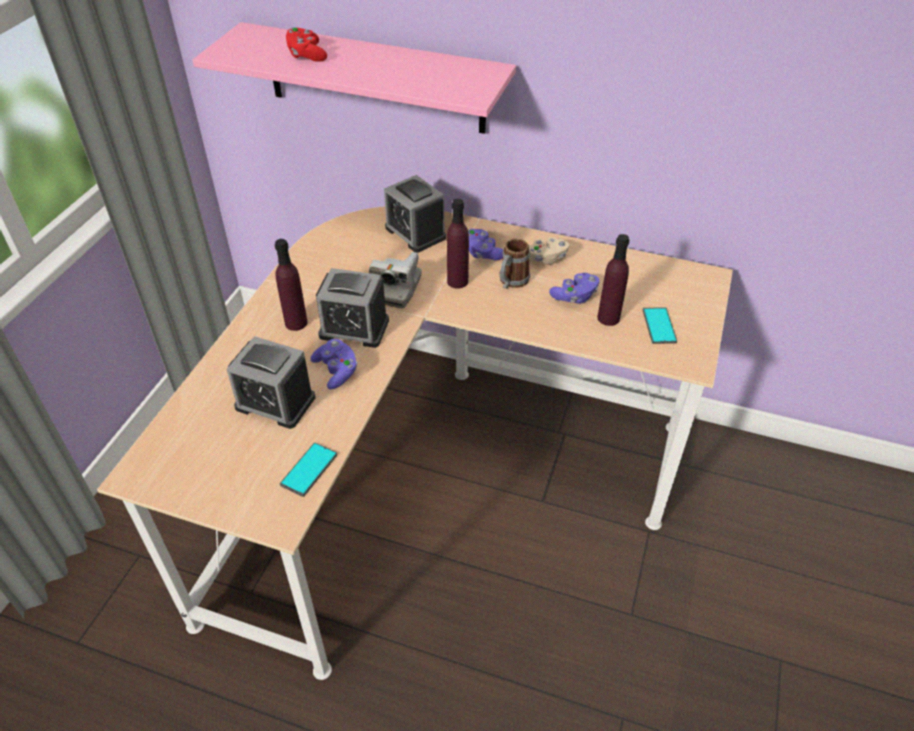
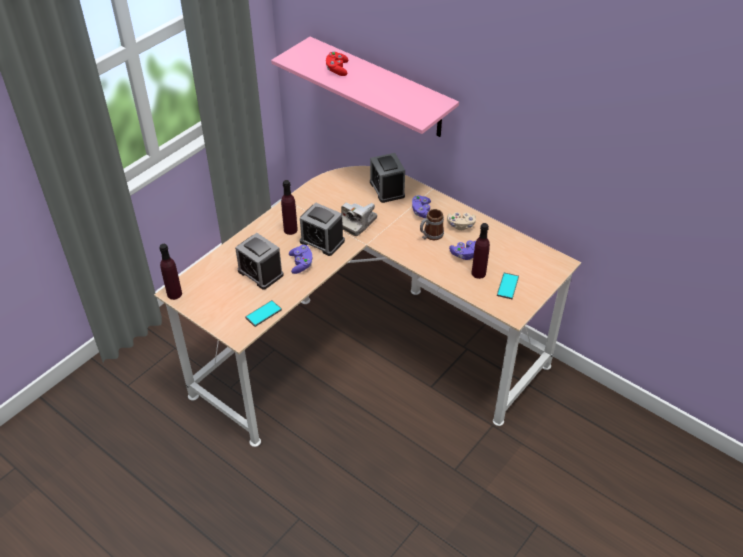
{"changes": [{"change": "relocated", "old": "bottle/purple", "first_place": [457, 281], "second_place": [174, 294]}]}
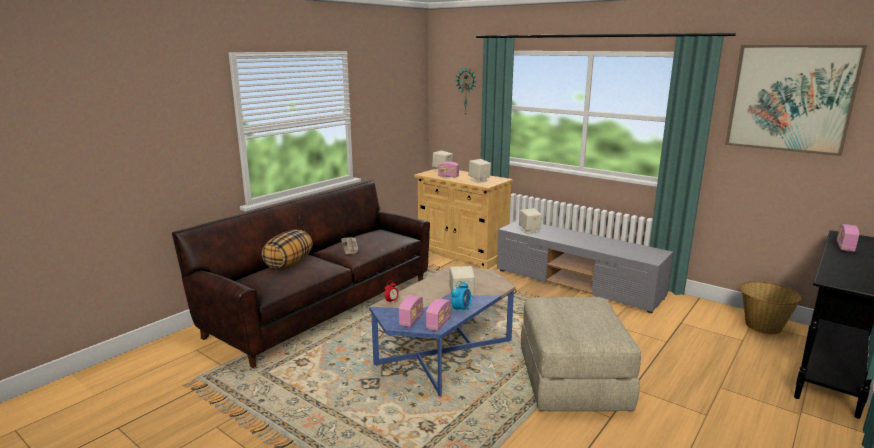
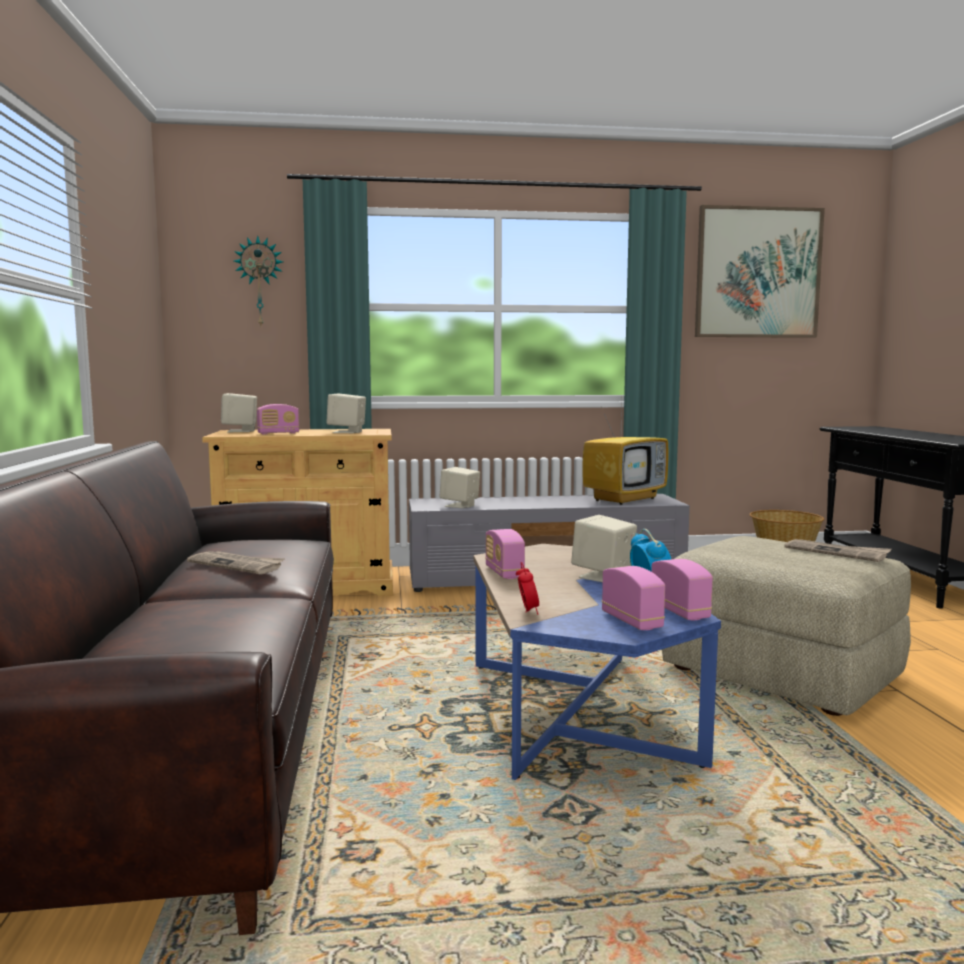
{"changes": [{"change": "relocated", "old": "radio", "first_place": [845, 247], "second_place": [504, 573]}, {"change": "missing", "old": "pillow", "first_place": [289, 263]}, {"change": "appeared", "new": "television", "second_place": [624, 499]}, {"change": "appeared", "new": "newspaper", "second_place": [836, 552]}]}
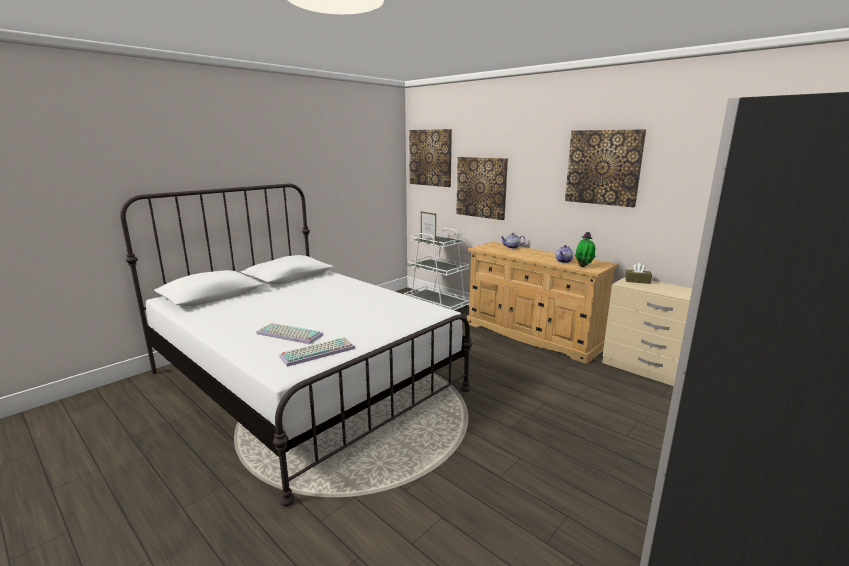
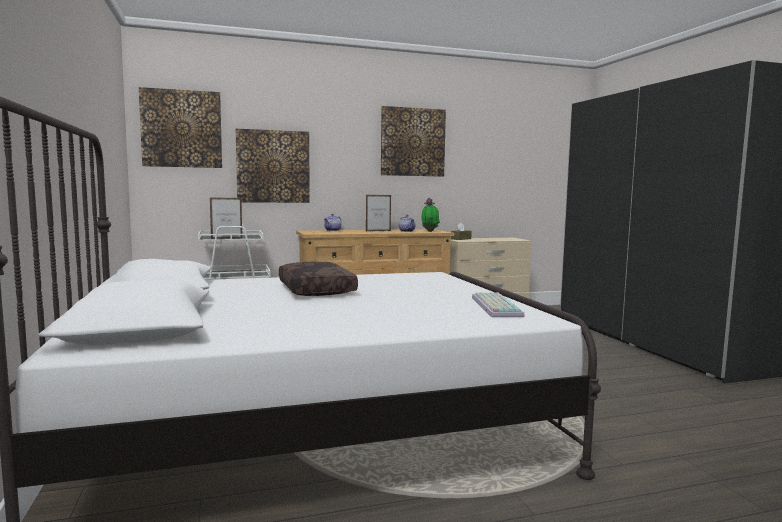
{"changes": [{"change": "missing", "old": "keyboard", "first_place": [288, 334]}, {"change": "appeared", "new": "picture frame", "second_place": [378, 231]}, {"change": "appeared", "new": "pillow/brown", "second_place": [314, 290]}]}
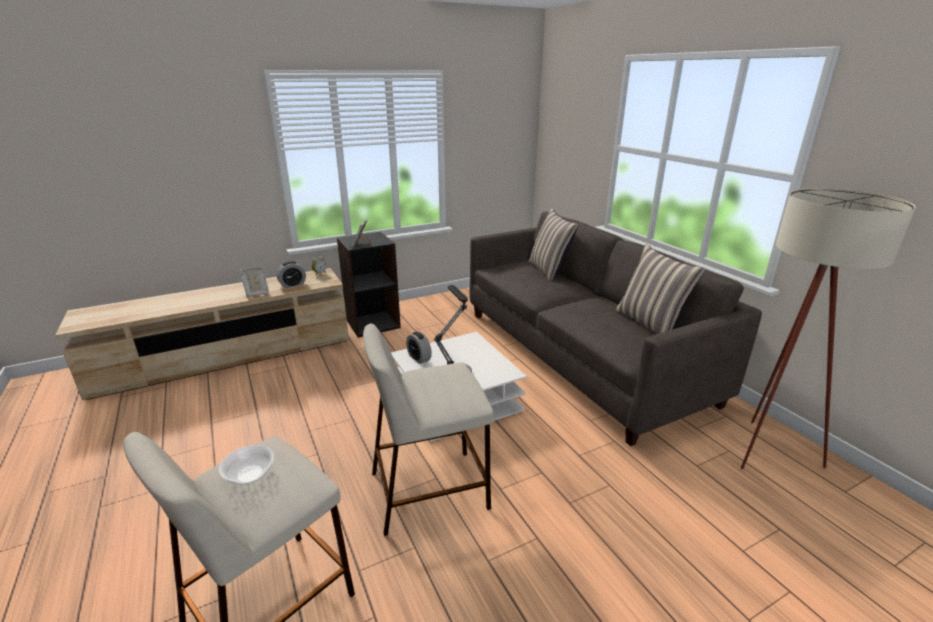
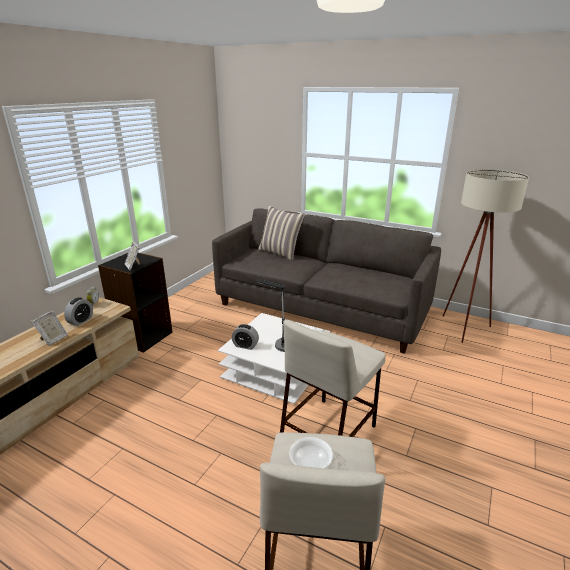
{"changes": [{"change": "missing", "old": "pillow", "first_place": [650, 323]}]}
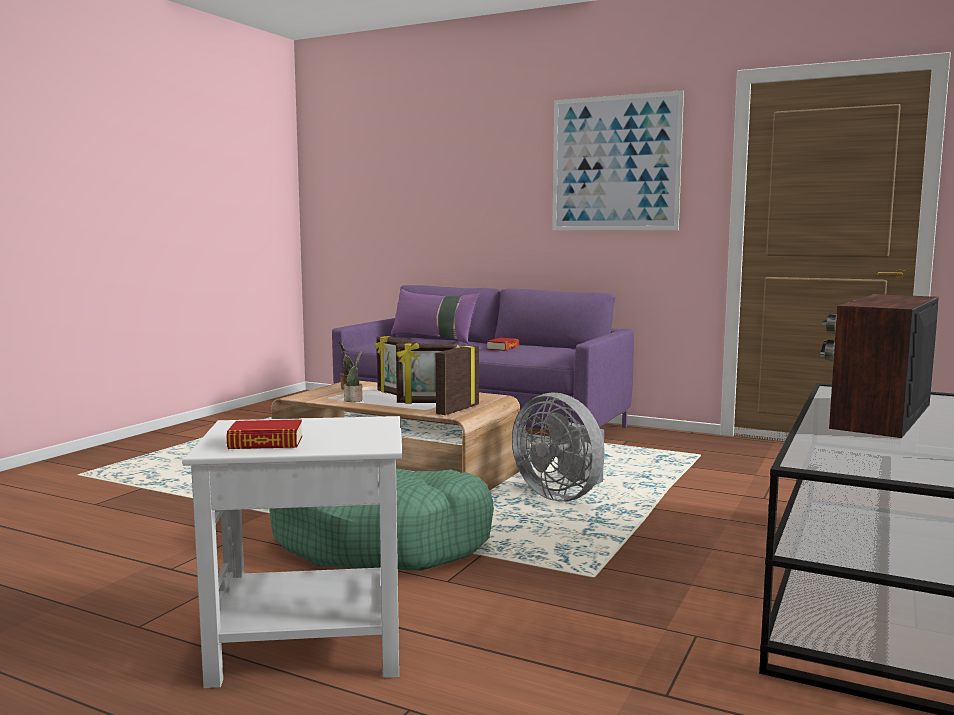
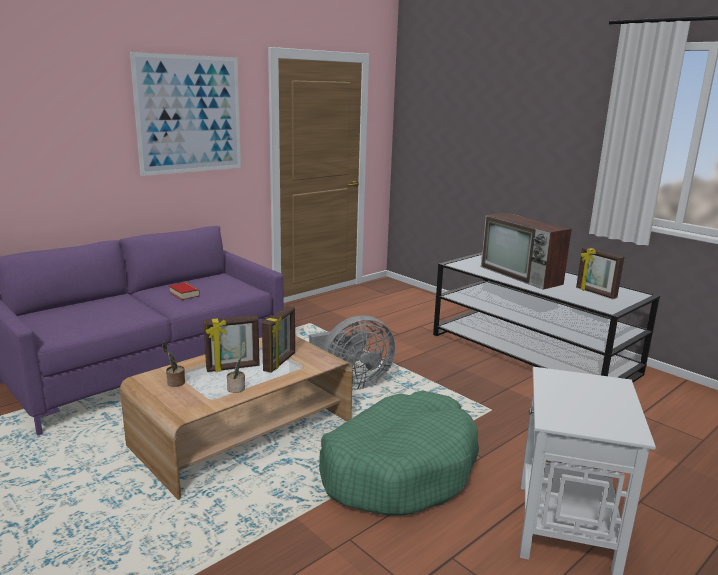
{"changes": [{"change": "missing", "old": "pillow/purple", "first_place": [434, 338]}, {"change": "relocated", "old": "picture frame", "first_place": [457, 410], "second_place": [595, 293]}, {"change": "missing", "old": "book", "first_place": [265, 443]}]}
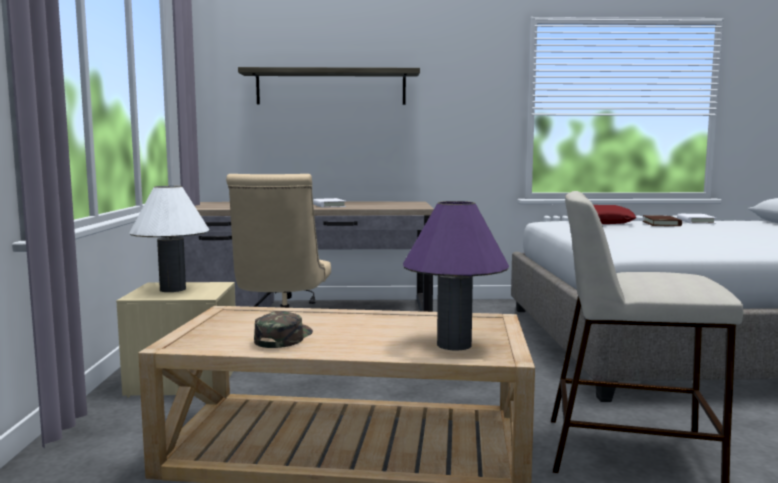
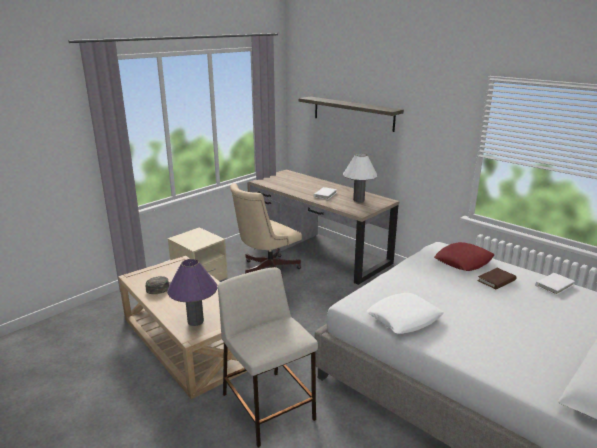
{"changes": [{"change": "relocated", "old": "table lamp/white", "first_place": [173, 289], "second_place": [358, 200]}, {"change": "appeared", "new": "pillow/white", "second_place": [404, 318]}]}
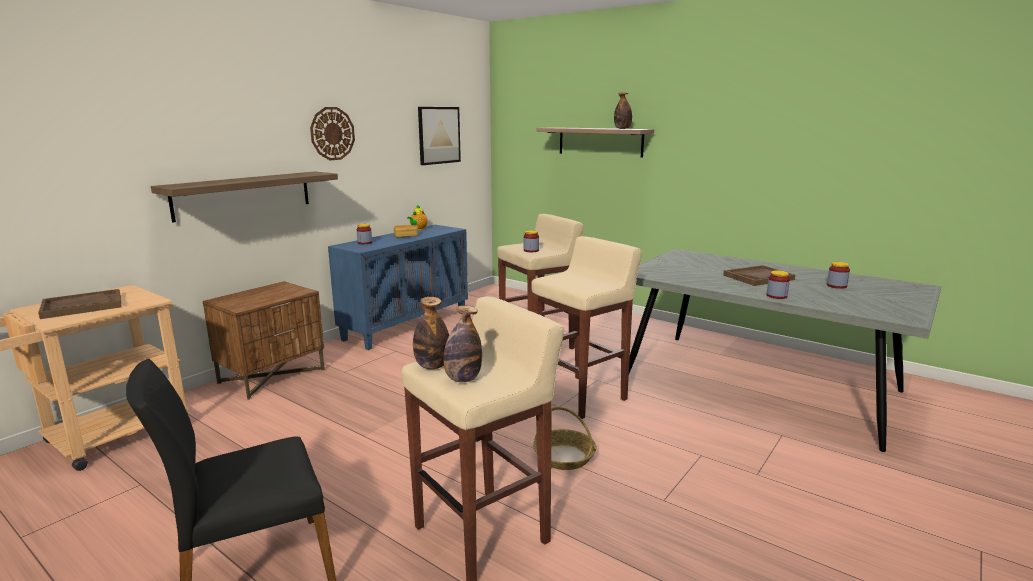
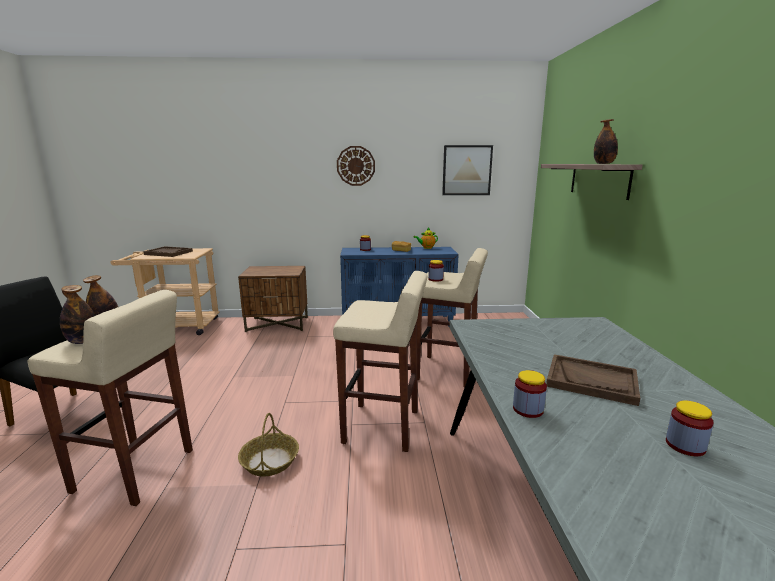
{"changes": [{"change": "missing", "old": "shelf", "first_place": [244, 195]}]}
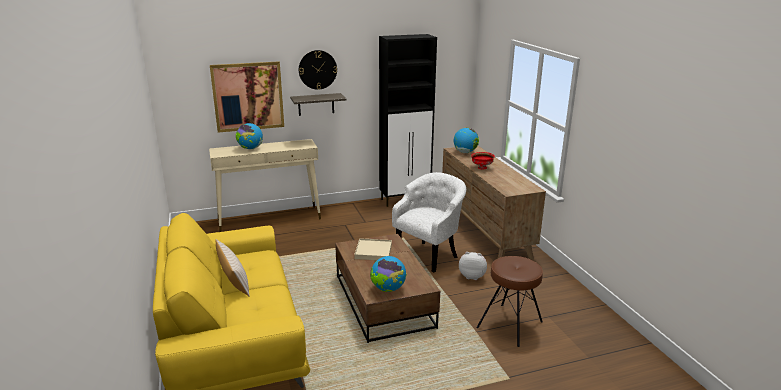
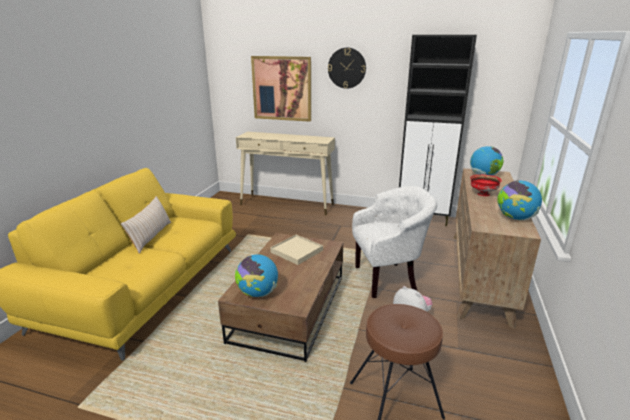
{"changes": [{"change": "missing", "old": "shelf", "first_place": [316, 104]}, {"change": "relocated", "old": "globe", "first_place": [250, 148], "second_place": [515, 218]}]}
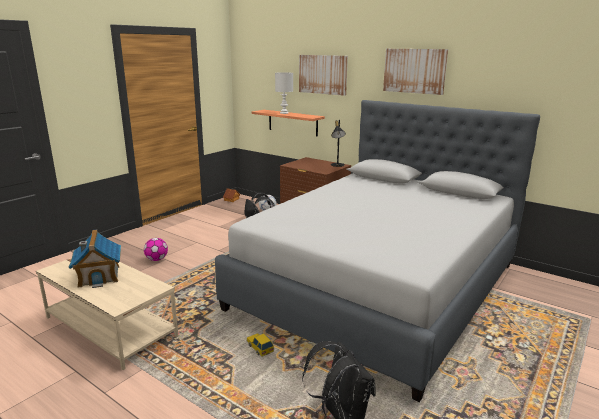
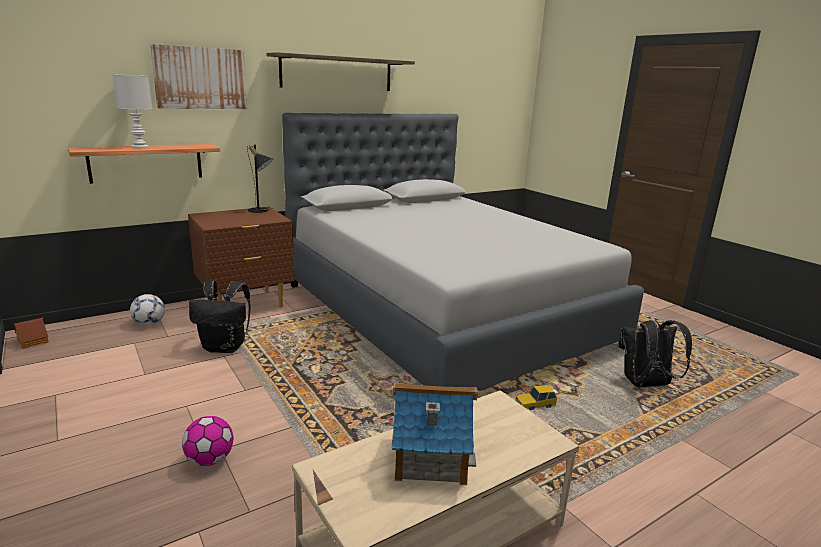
{"changes": [{"change": "exchanged", "old": "picture", "new": "shelf", "first_place": [414, 71], "second_place": [337, 73]}]}
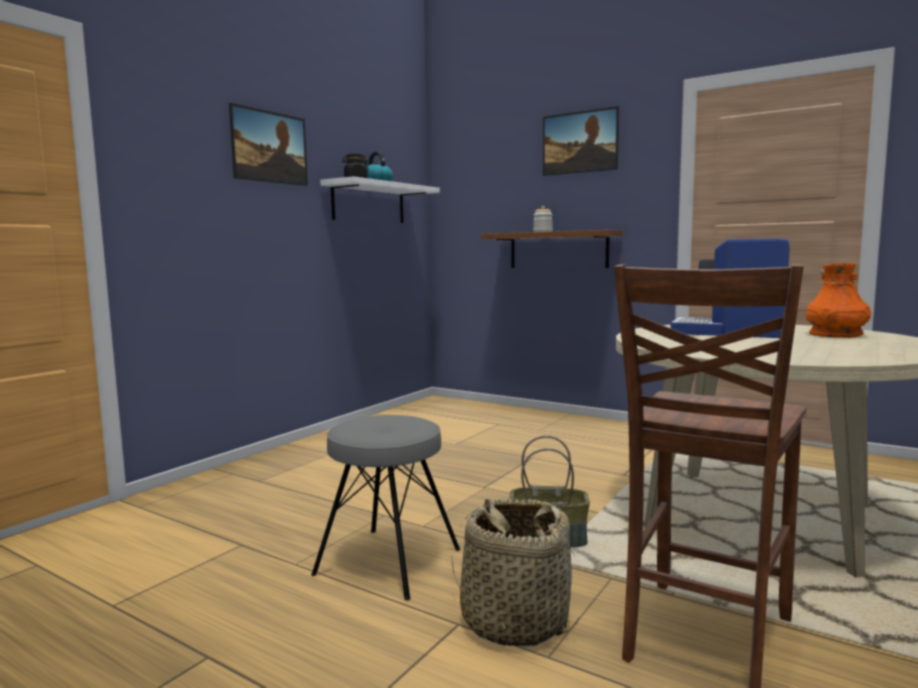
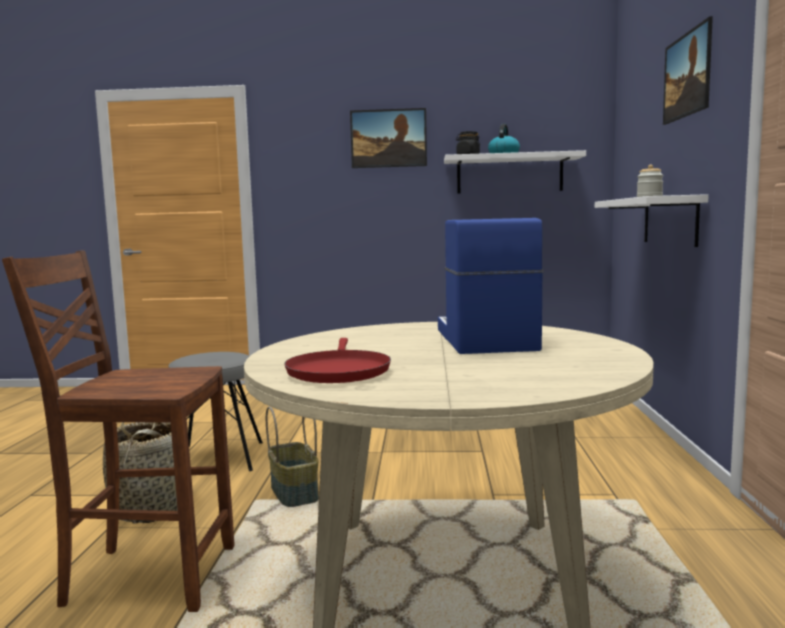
{"changes": [{"change": "colour", "old": "shelf/brown", "new": "shelf/white", "first_place": [558, 250], "second_place": [670, 221]}, {"change": "missing", "old": "vase/orange", "first_place": [835, 335]}, {"change": "appeared", "new": "frying pan/red", "second_place": [338, 371]}]}
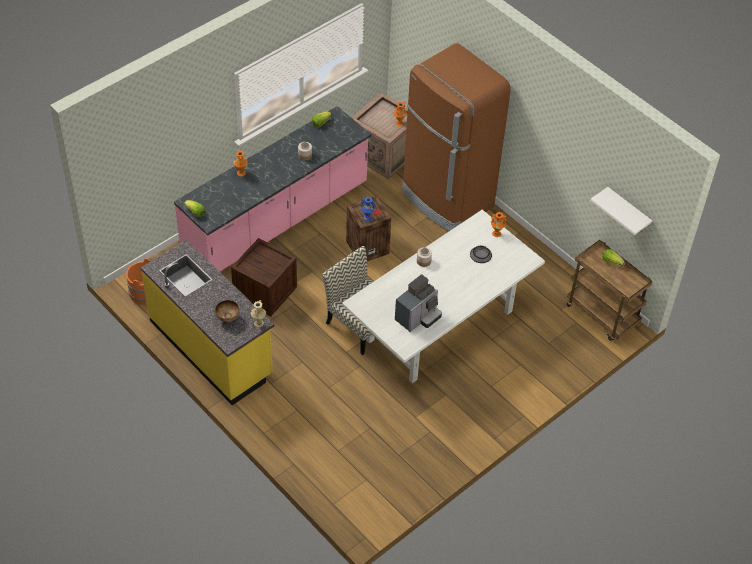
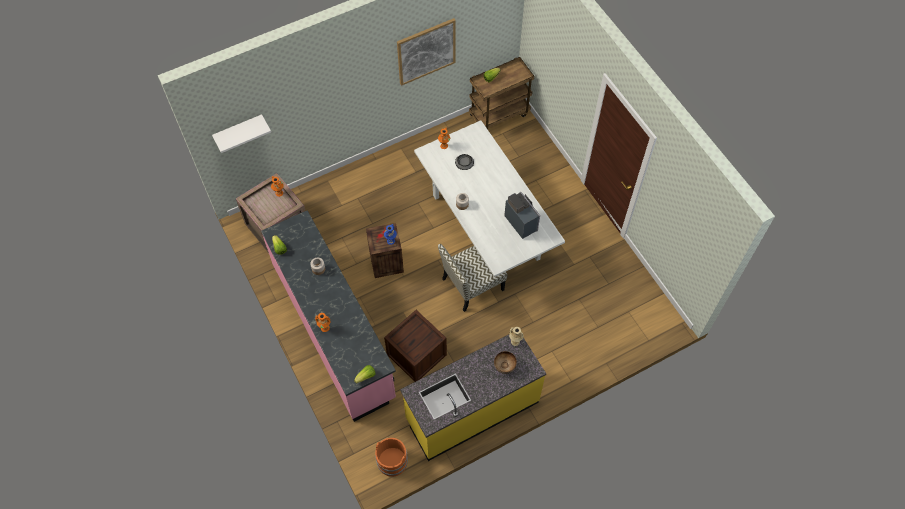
{"changes": [{"change": "missing", "old": "fridge/brown", "first_place": [447, 199]}, {"change": "relocated", "old": "shelf/white", "first_place": [628, 211], "second_place": [239, 130]}, {"change": "appeared", "new": "picture", "second_place": [426, 51]}]}
